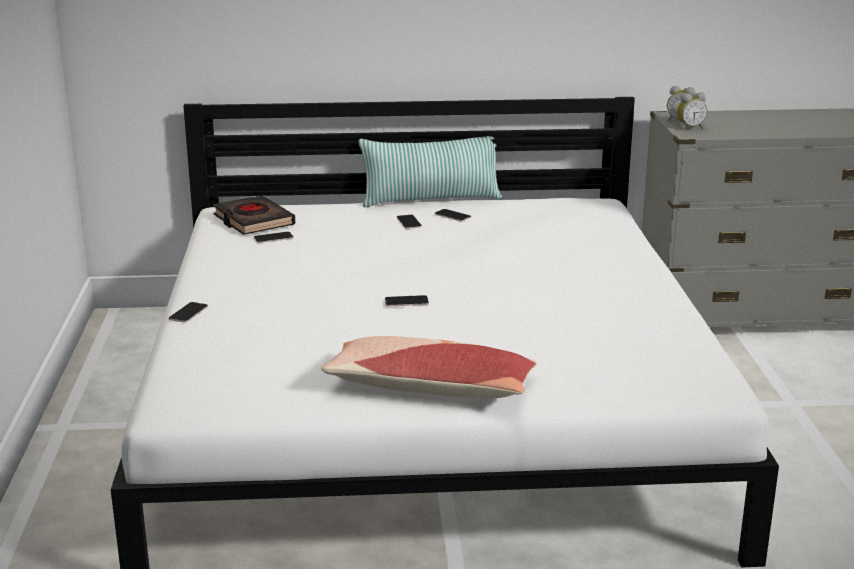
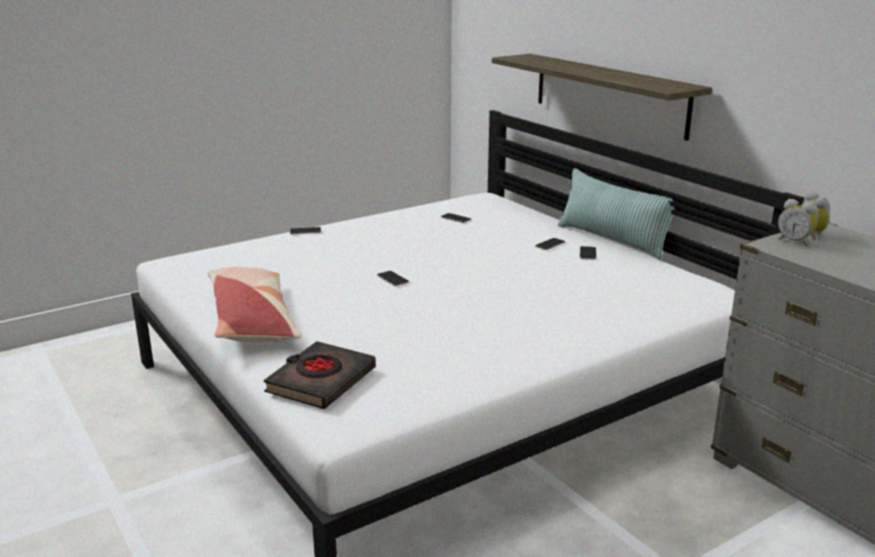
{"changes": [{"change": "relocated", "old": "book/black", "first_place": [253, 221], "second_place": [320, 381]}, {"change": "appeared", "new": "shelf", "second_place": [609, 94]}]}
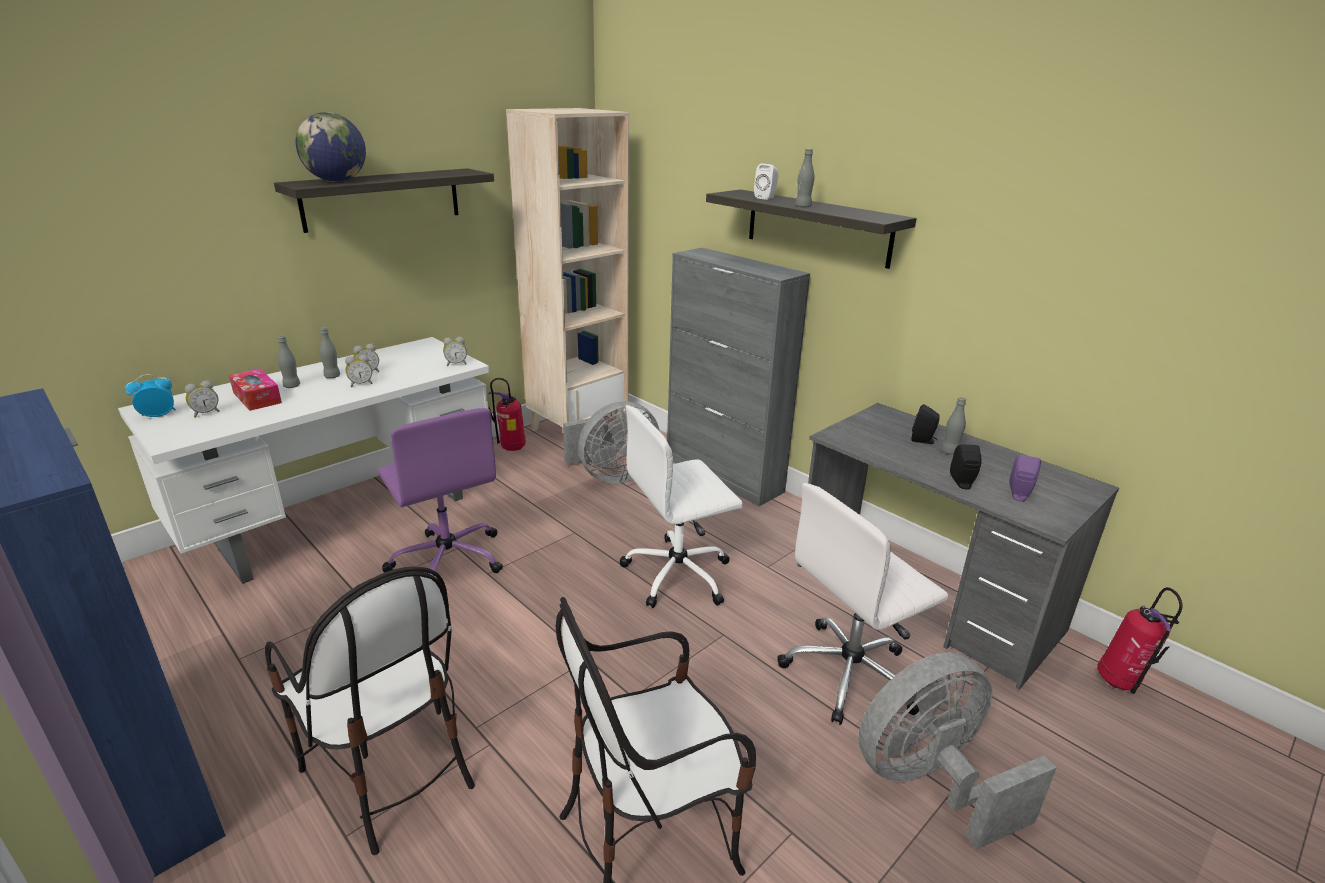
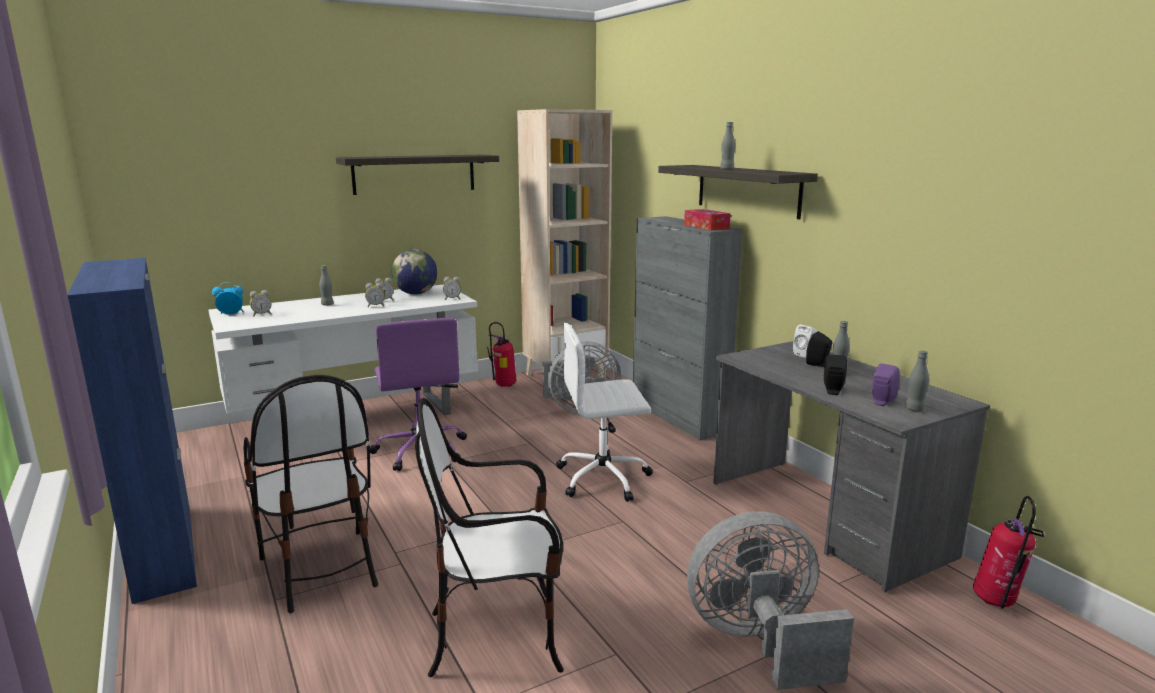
{"changes": [{"change": "relocated", "old": "globe", "first_place": [337, 181], "second_place": [416, 294]}, {"change": "relocated", "old": "speaker/white", "first_place": [766, 198], "second_place": [805, 354]}, {"change": "relocated", "old": "bottle/grey", "first_place": [332, 376], "second_place": [914, 409]}, {"change": "relocated", "old": "tissue box", "first_place": [257, 397], "second_place": [706, 227]}, {"change": "missing", "old": "office chair/white", "first_place": [851, 673]}]}
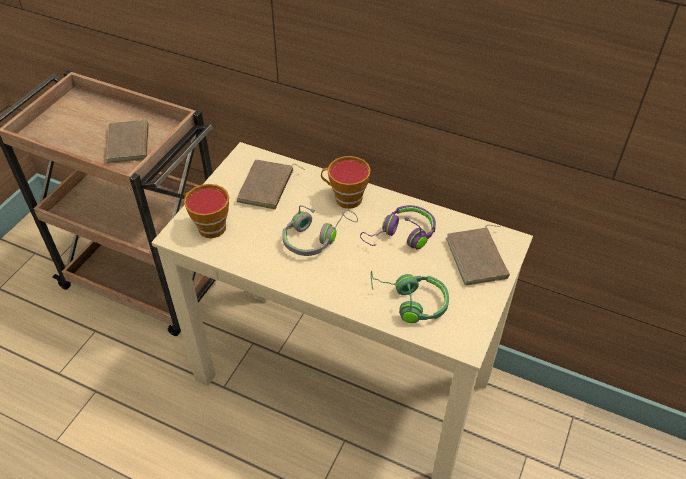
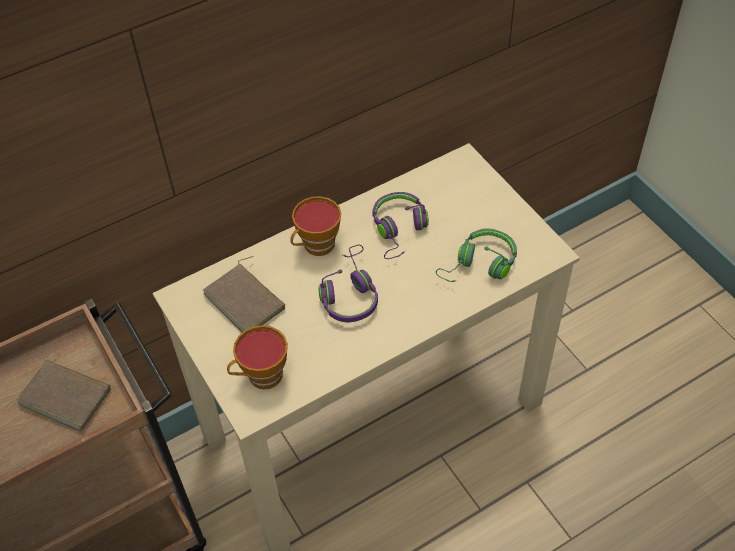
{"changes": [{"change": "colour", "old": "headphones/grey", "new": "headphones/purple", "first_place": [316, 237], "second_place": [349, 294]}, {"change": "missing", "old": "book/brown", "first_place": [478, 258]}]}
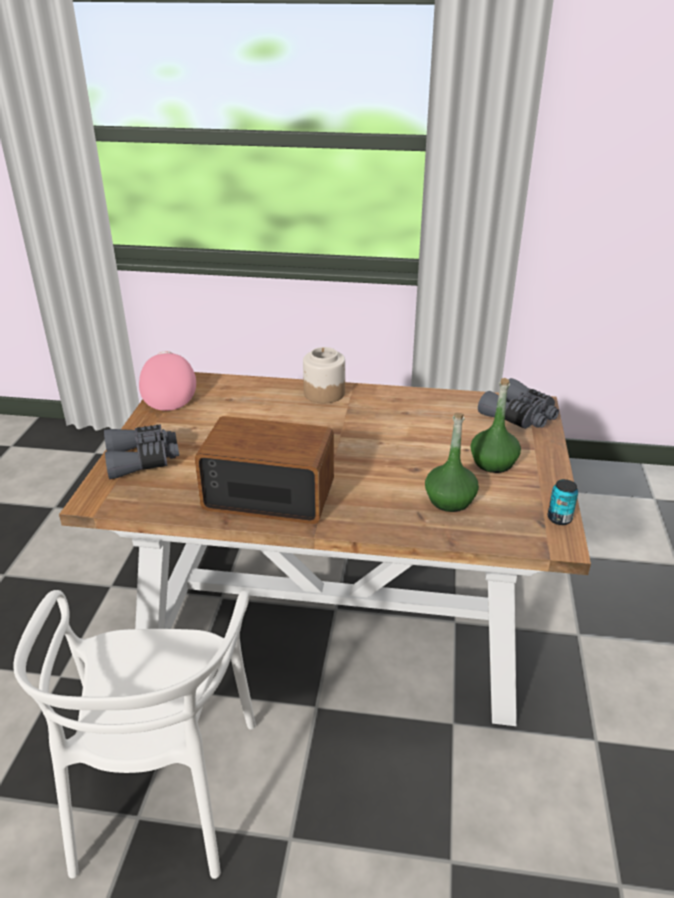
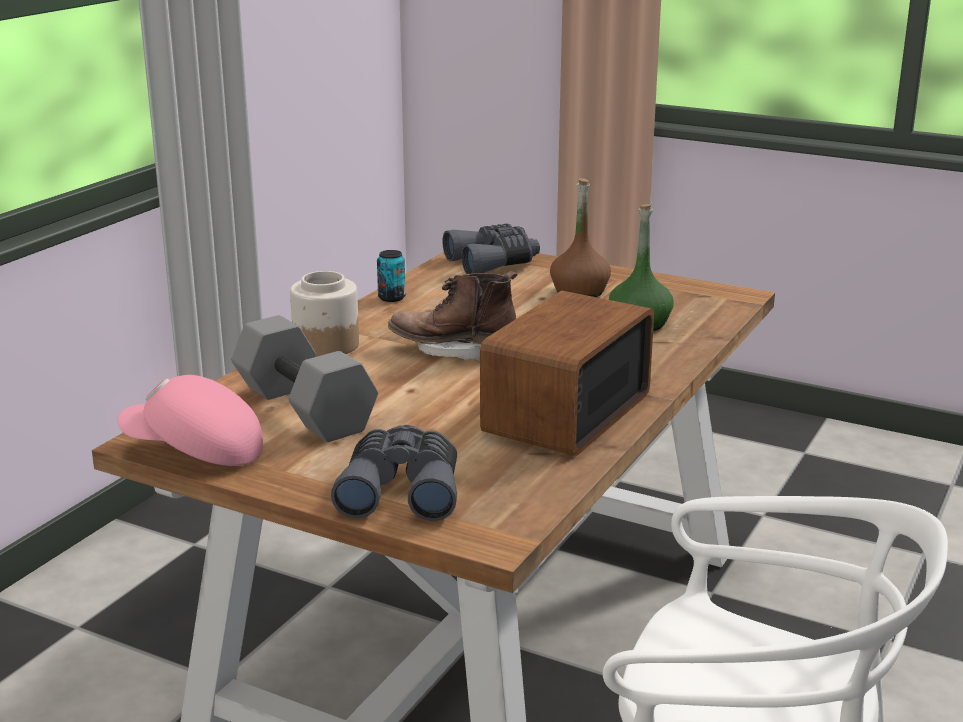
{"changes": [{"change": "colour", "old": "bottle/green", "new": "bottle/brown", "first_place": [493, 463], "second_place": [580, 292]}, {"change": "relocated", "old": "can", "first_place": [559, 518], "second_place": [391, 298]}, {"change": "appeared", "new": "boot/brown", "second_place": [453, 350]}, {"change": "appeared", "new": "dumbbell/grey", "second_place": [307, 408]}]}
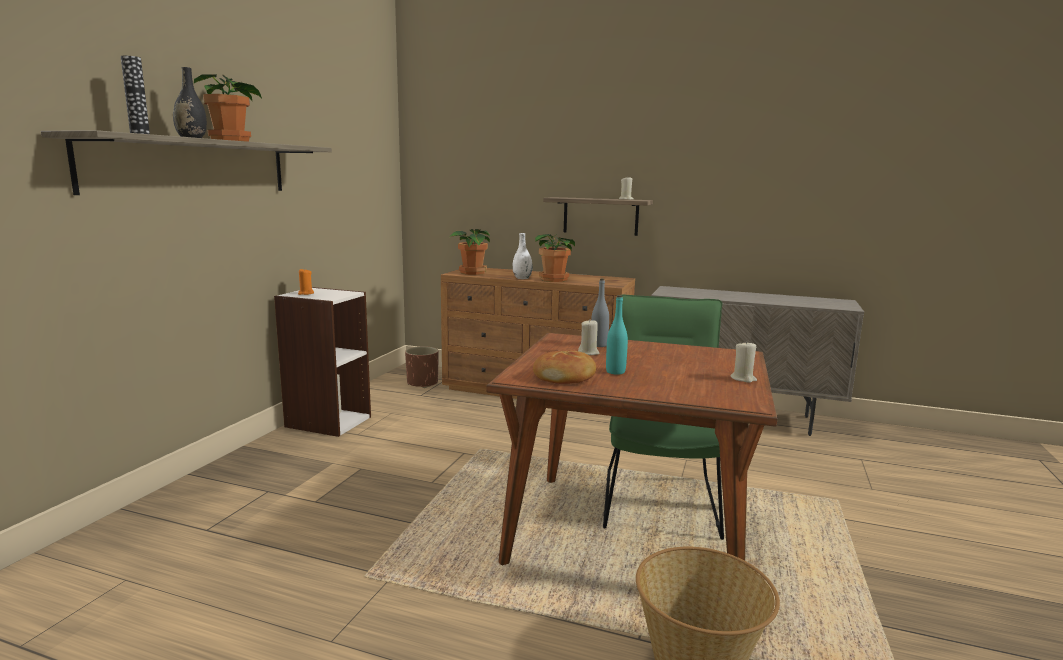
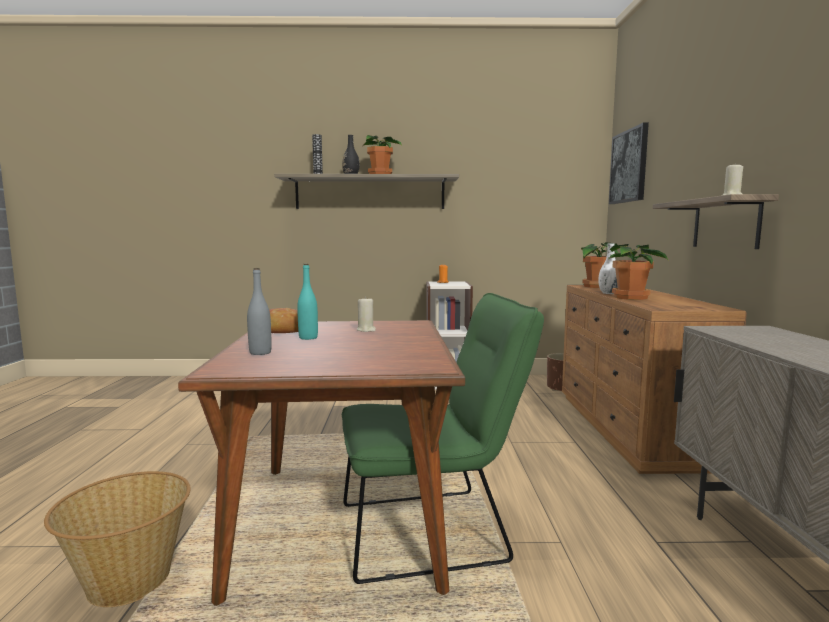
{"changes": [{"change": "relocated", "old": "bottle/grey", "first_place": [599, 345], "second_place": [260, 353]}, {"change": "missing", "old": "candle/beige", "first_place": [743, 379]}, {"change": "appeared", "new": "picture", "second_place": [629, 166]}]}
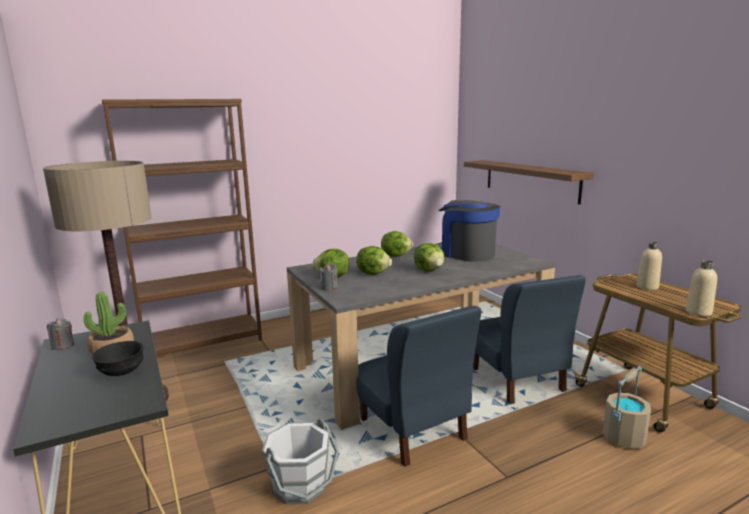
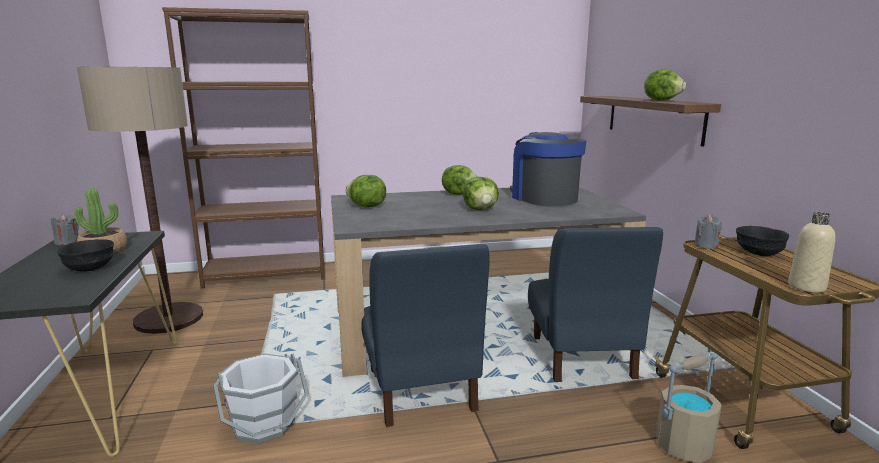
{"changes": [{"change": "exchanged", "old": "bottle/beige", "new": "bowl/black", "first_place": [647, 287], "second_place": [758, 253]}, {"change": "relocated", "old": "lettuce", "first_place": [373, 273], "second_place": [662, 100]}, {"change": "relocated", "old": "candle/grey", "first_place": [329, 287], "second_place": [706, 245]}]}
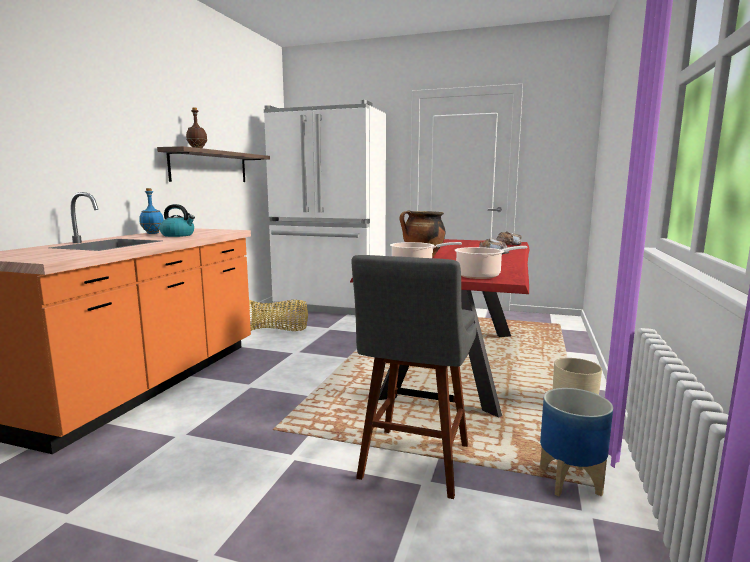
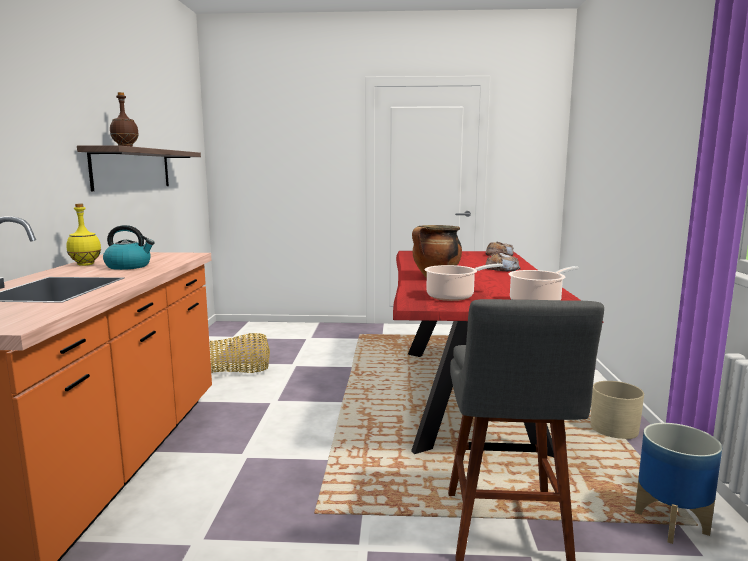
{"changes": [{"change": "missing", "old": "fridge/white", "first_place": [329, 306]}, {"change": "colour", "old": "bottle/blue", "new": "bottle/yellow", "first_place": [153, 233], "second_place": [85, 264]}]}
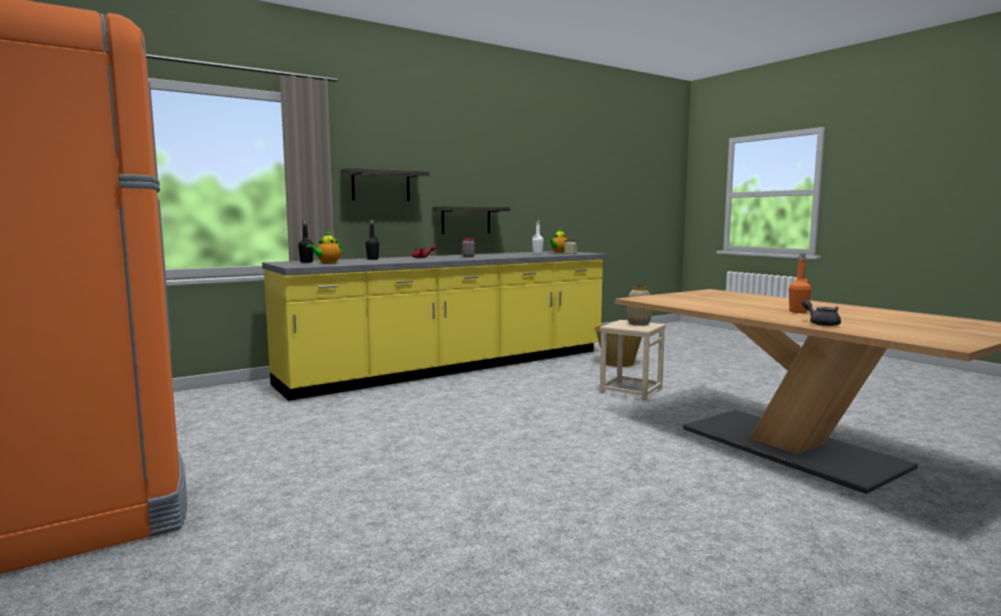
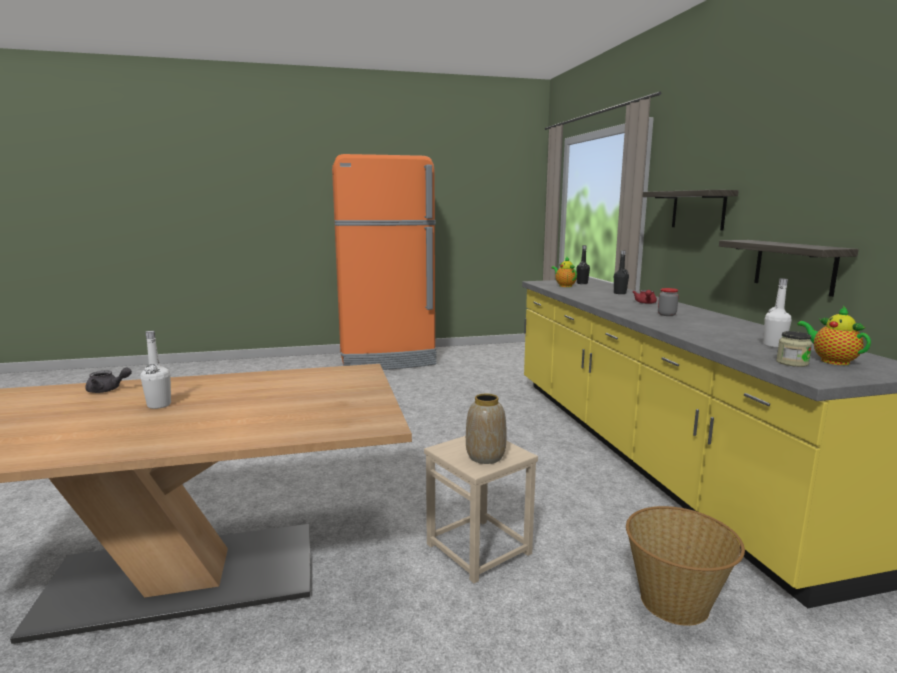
{"changes": [{"change": "colour", "old": "bottle/orange", "new": "bottle/white", "first_place": [798, 312], "second_place": [159, 405]}]}
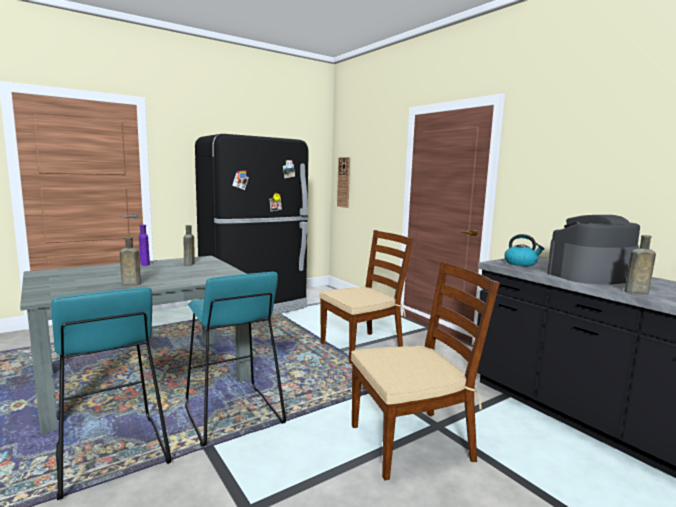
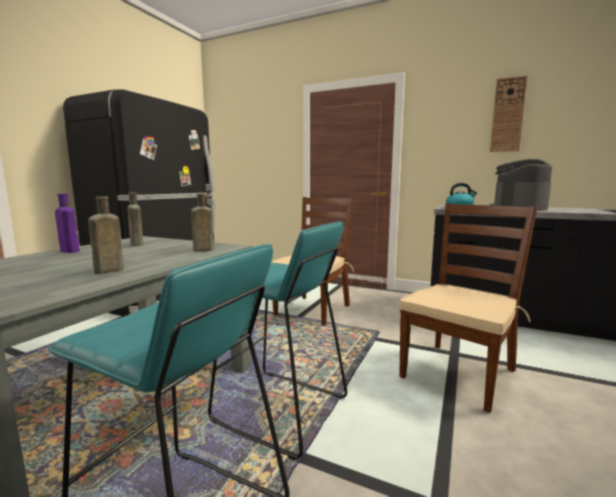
{"changes": [{"change": "relocated", "old": "wall clock", "first_place": [344, 182], "second_place": [507, 115]}, {"change": "relocated", "old": "bottle/brown", "first_place": [634, 292], "second_place": [202, 250]}]}
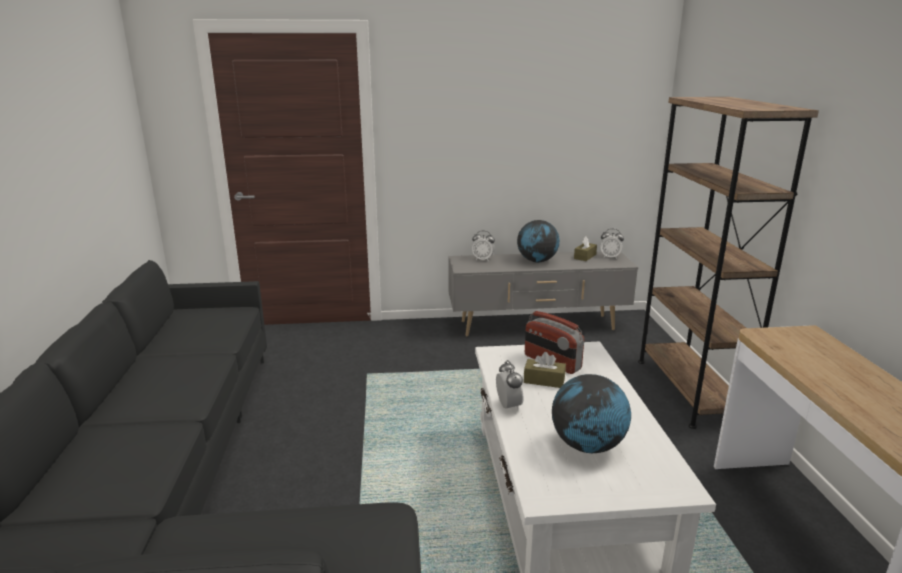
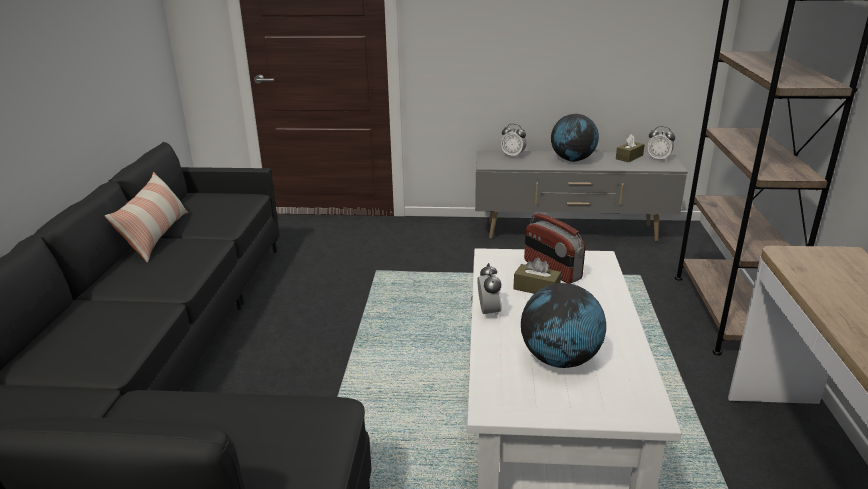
{"changes": [{"change": "appeared", "new": "pillow", "second_place": [156, 236]}]}
